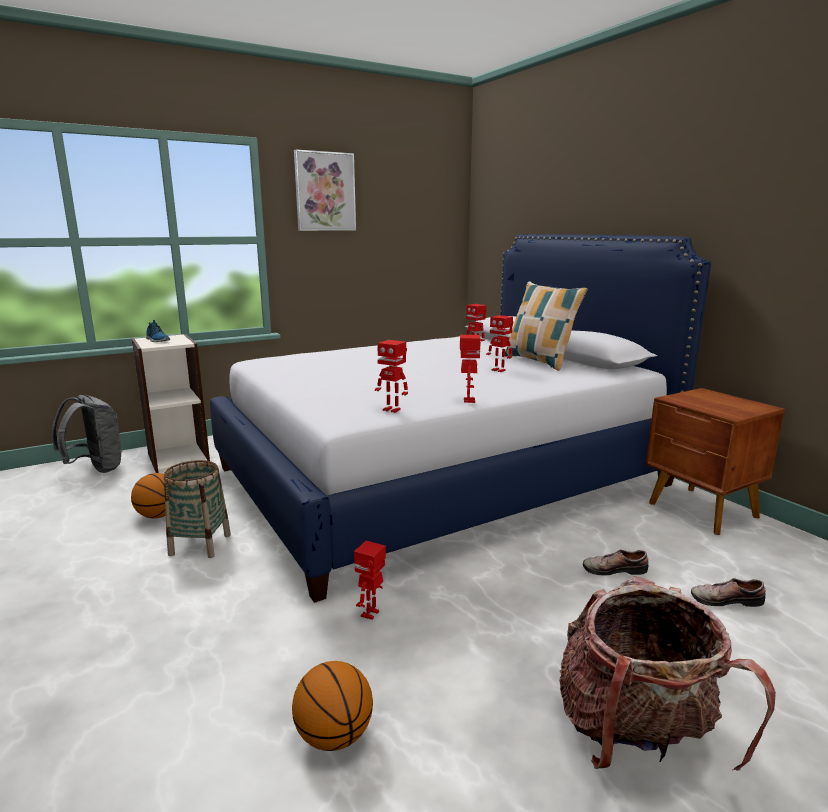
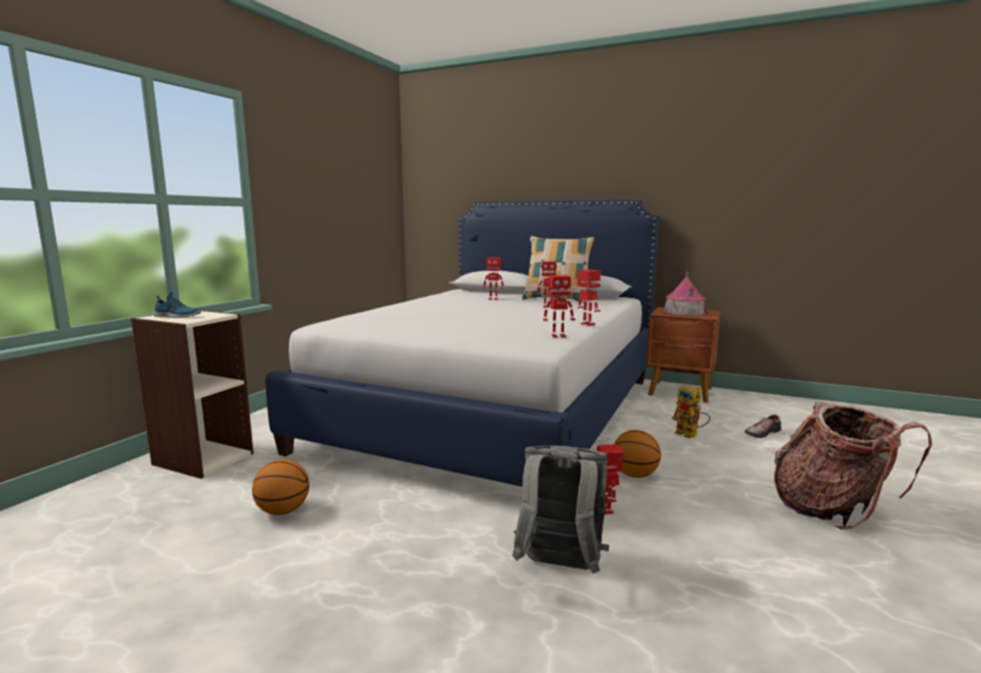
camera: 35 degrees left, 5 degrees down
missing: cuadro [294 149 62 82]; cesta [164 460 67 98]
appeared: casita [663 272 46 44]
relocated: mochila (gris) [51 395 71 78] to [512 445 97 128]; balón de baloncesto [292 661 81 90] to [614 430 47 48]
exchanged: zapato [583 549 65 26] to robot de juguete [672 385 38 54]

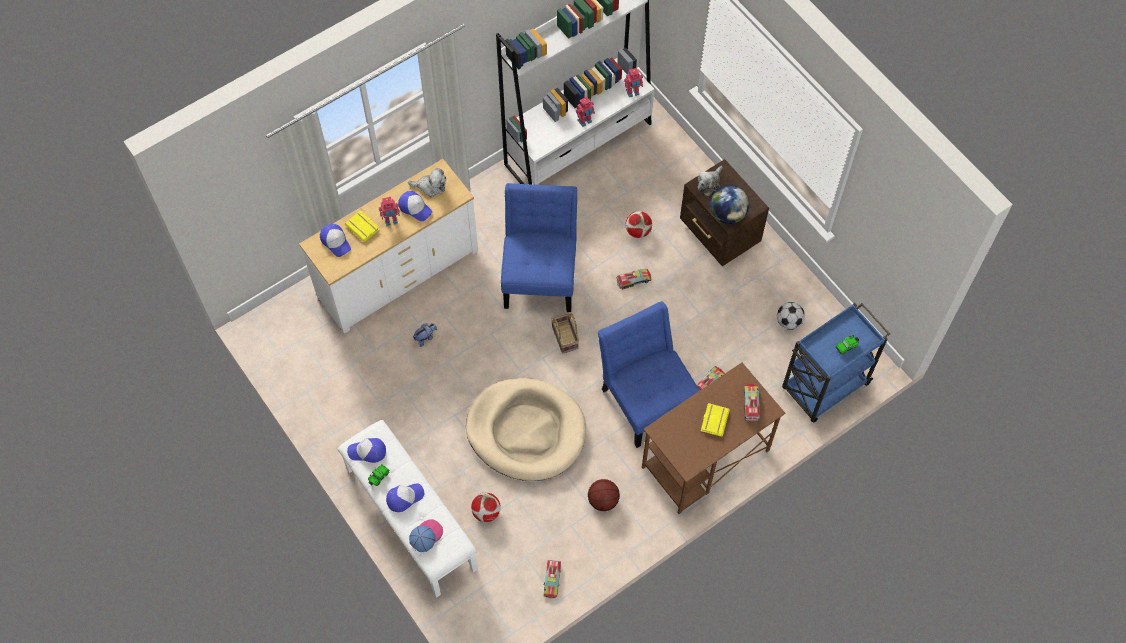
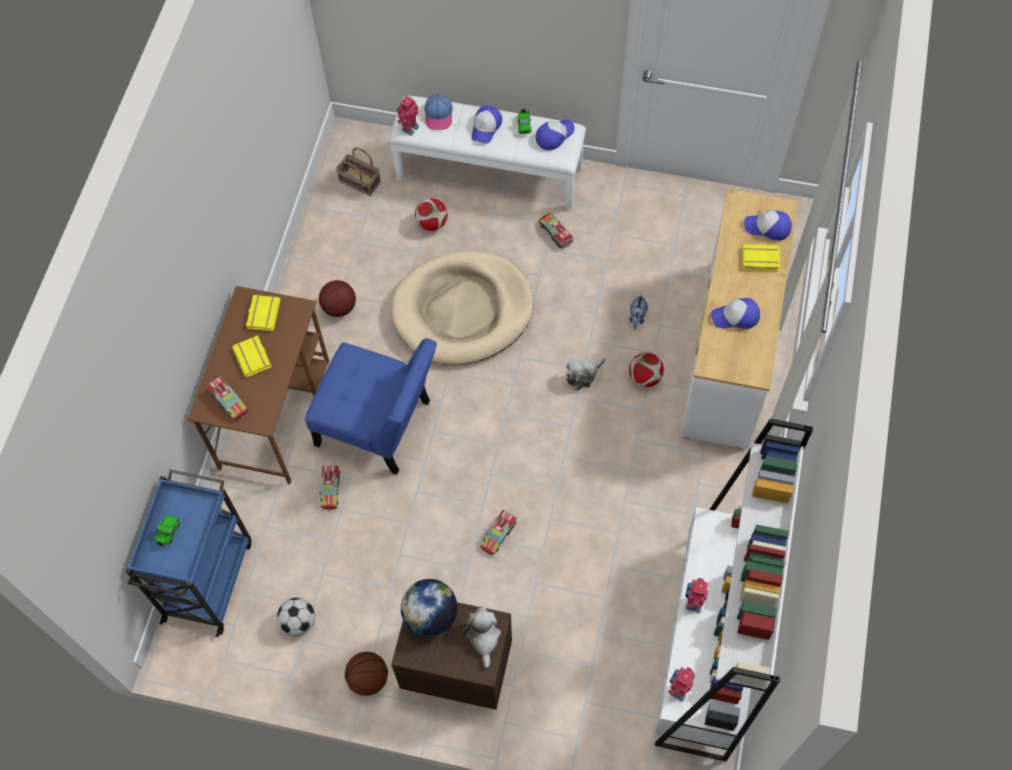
camera: 140 degrees right, 0 degrees up
missing: silla (azul) [501 183 76 129]
appeared: libro (amarillo) [246 295 35 36]; balón de baloncesto [345 652 43 44]
relocated: peluche [408 168 38 29] to [566 358 40 32]; robot de juguete [379 197 21 29] to [397 96 22 40]; balón de fútbol [625 211 27 27] to [629 353 35 34]; cesta [551 313 28 41] to [336 148 45 48]; camión de juguete [543 560 18 38] to [538 213 35 36]

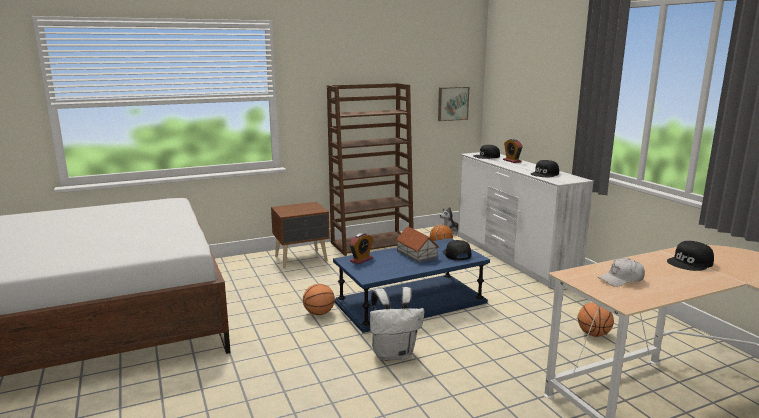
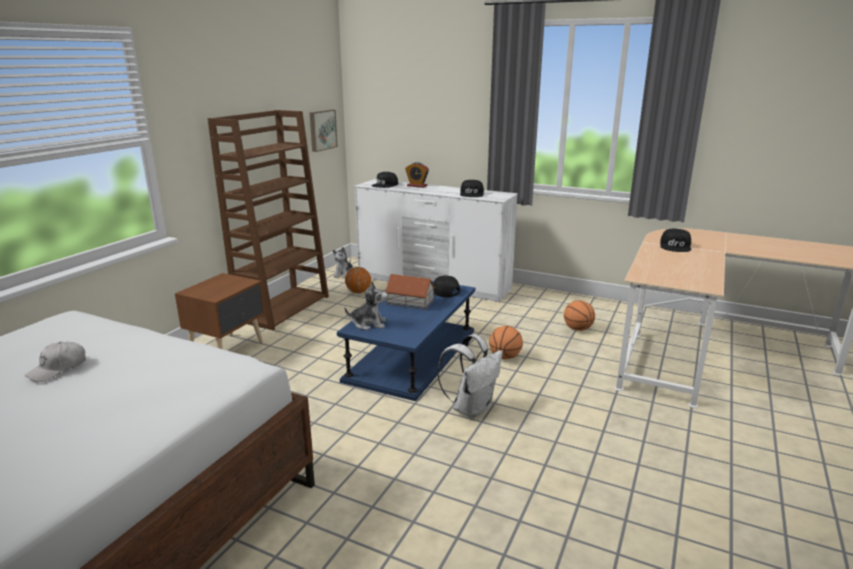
camera: 40 degrees left, 5 degrees up
relocated: gorra (blanco) [598 258 47 29] to [25 342 61 40]; balón de baloncesto [303 284 32 31] to [489 326 34 33]
exchanged: despertador [349 233 24 31] to peluche [345 281 43 49]

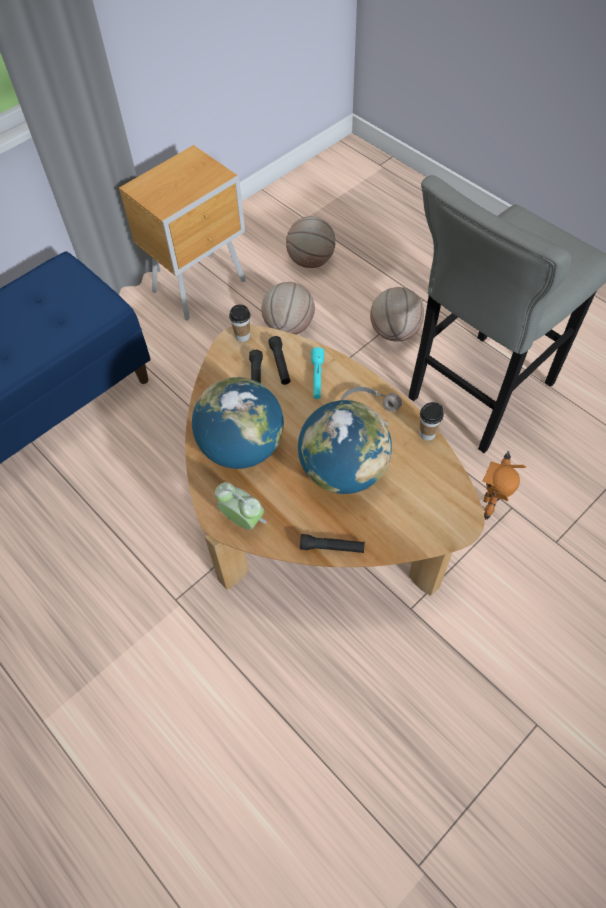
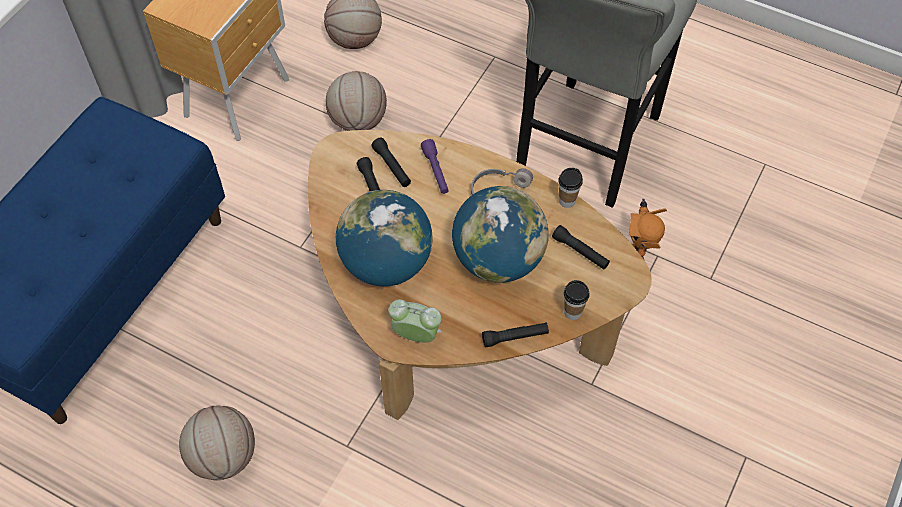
camera: 20 degrees left, 0 degrees up
appeared: linterna (negro) [552 225 58 45]
relocated: balón de baloncesto [370 287 54 55] to [179 405 76 76]; taza [229 304 21 38] to [564 280 25 40]
colour: linterna (turquesa) [311 347 13 52] to linterna (morado) [421 139 28 55]

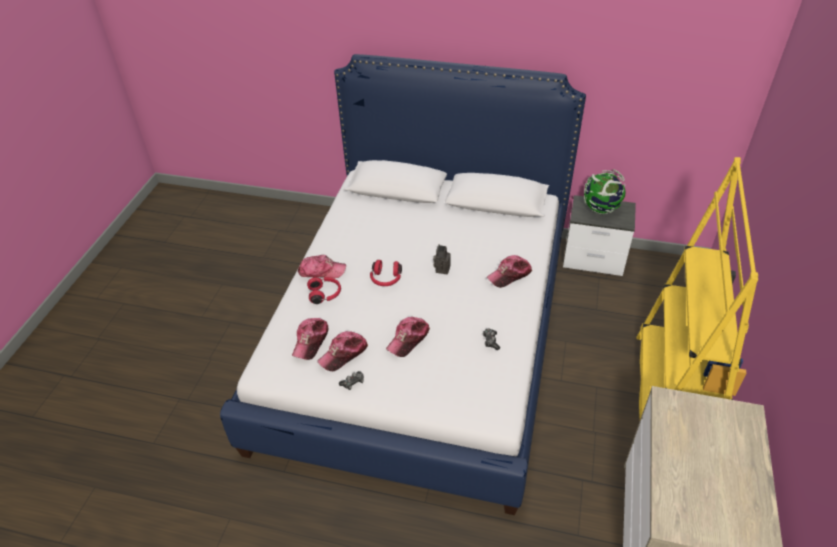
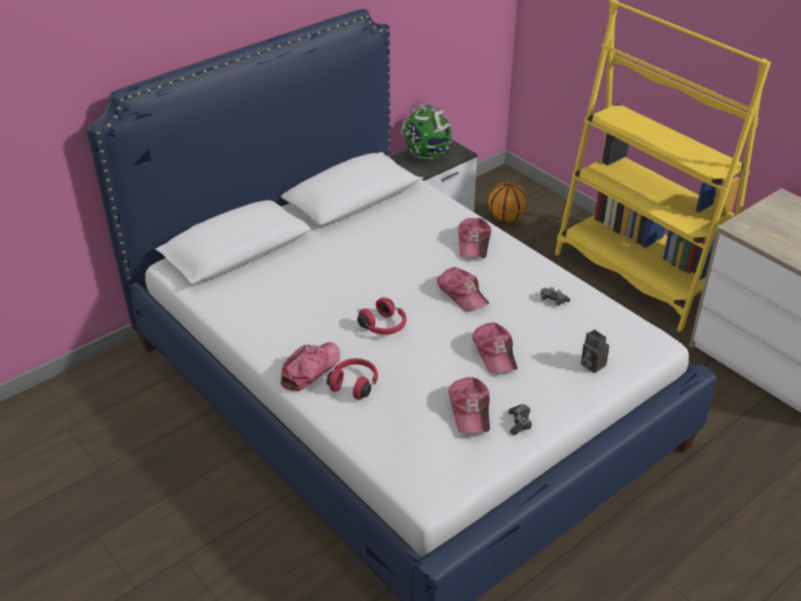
camera: 55 degrees left, 5 degrees down
appeared: balón de baloncesto [488 182 40 40]
relocated: cámara [433 244 18 30] to [581 329 28 44]; gorra [292 318 36 42] to [437 267 53 45]

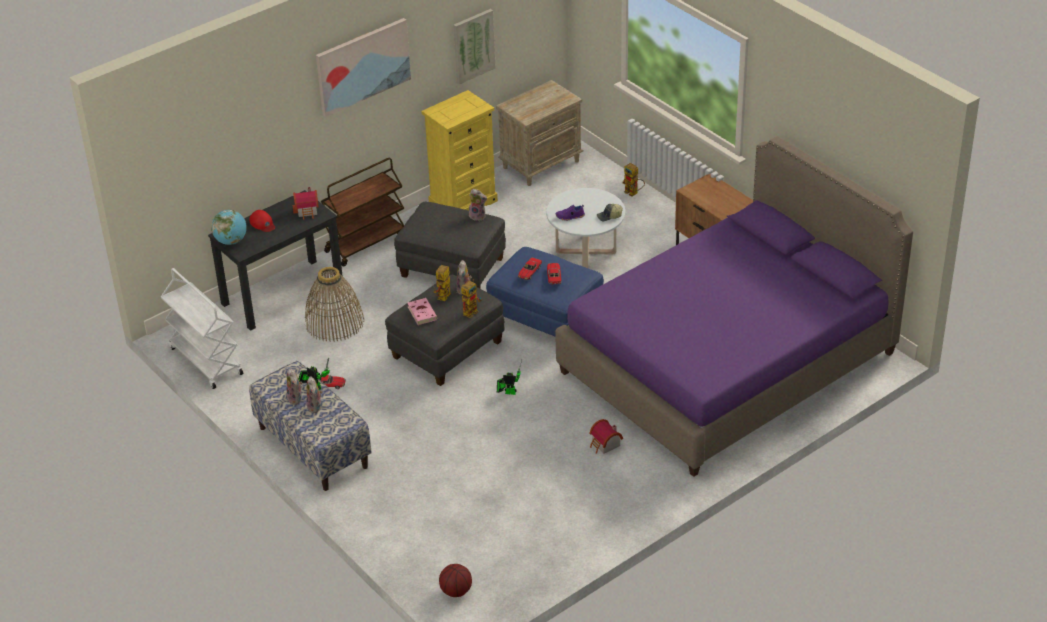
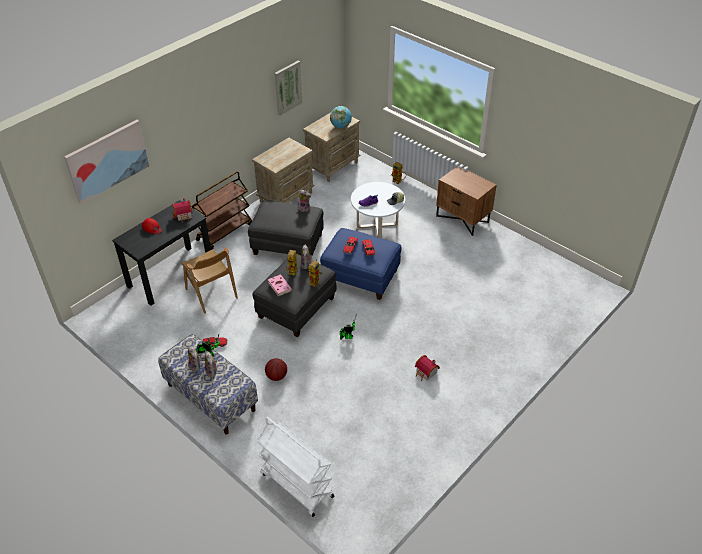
camera: 10 degrees left, 5 degrees up
missing: cama (morado) [555 137 358 340]
relocated: cuadro [316 18 95 99] to [64 120 85 84]; globo terráqueo [211 210 36 35] to [330 106 22 22]; carrito (blanco) [161 268 82 121] to [257 417 77 100]; balón de baloncesto [439 564 33 33] to [265 358 22 23]
exchanged: cómoda (amarillo) [421 90 77 120] to mesita de noche (beis) [252 138 63 65]; cesta [305 267 59 75] to silla (marrón) [182 248 56 66]

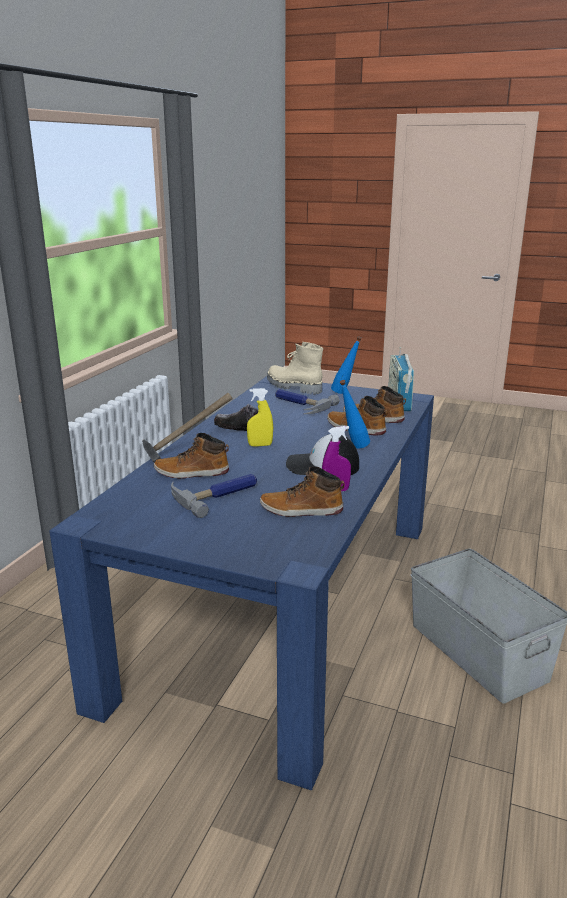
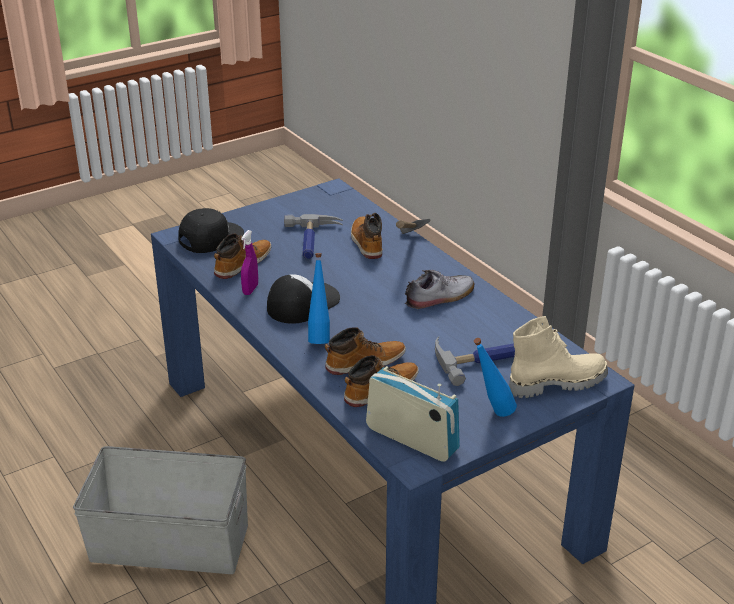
camera: 125 degrees right, 10 degrees up
missing: pulverizador (amarillo) [247 388 26 58]
appeared: gorra (negro) [178 208 66 45]
spun: bota [154 433 75 46] = [351 213 31 46] 45 degrees counterclockwise

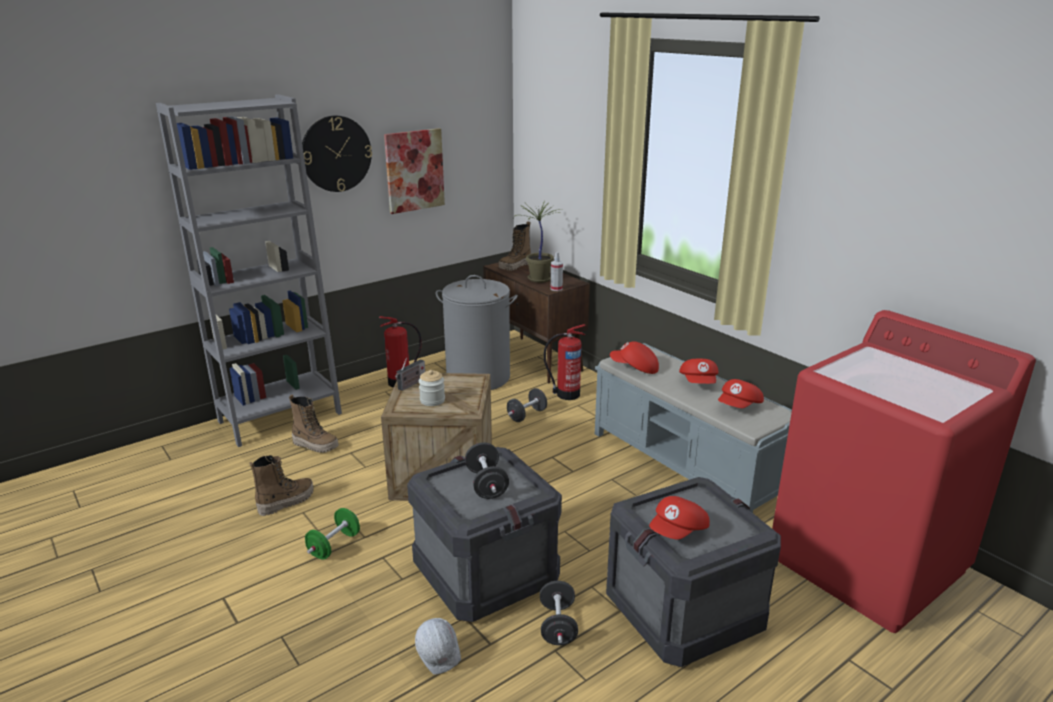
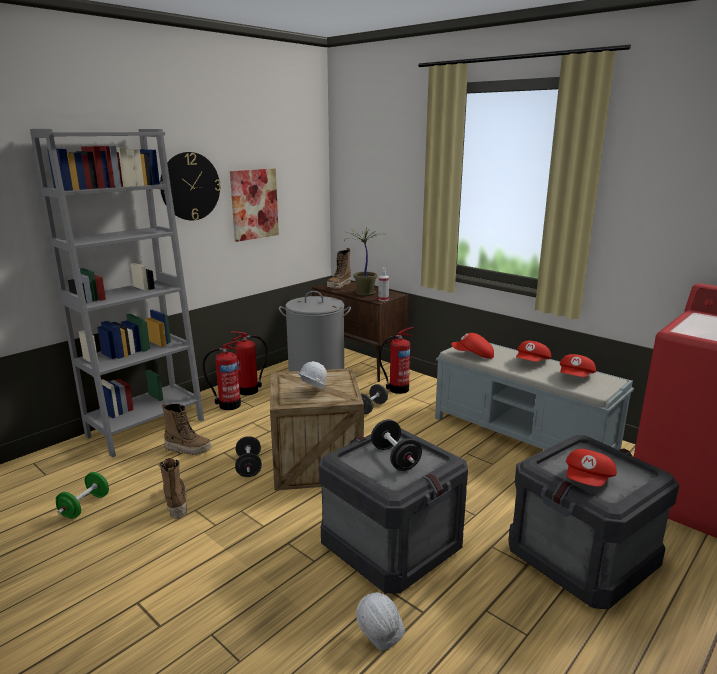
camera: 10 degrees left, 5 degrees down
missing: radio [395 358 30 33]
appeared: extintor [203 340 38 70]
relocated: mancuerna (verde) [305 508 55 52] to [56 472 53 47]; mancuerna (negro) [540 581 38 64] to [235 436 27 41]
exchanged: tarro [419 370 26 36] to casco (blanco) [299 361 28 28]
spun: gorra (rojo) [679 359 40 25] = [516 341 35 21] 45 degrees clockwise; bota [249 455 65 61] = [158 458 29 61] 60 degrees counterclockwise

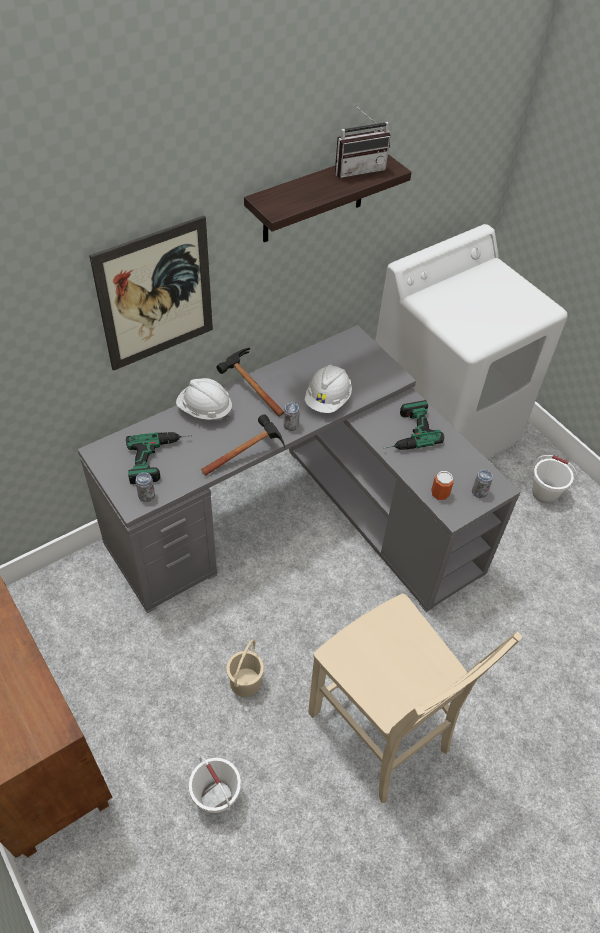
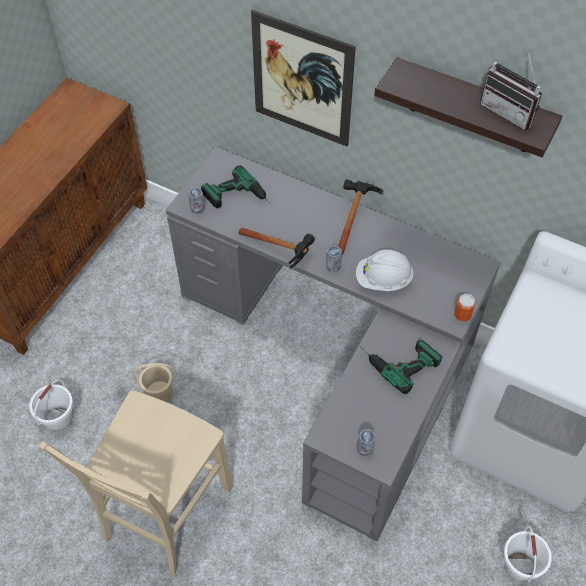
camera: 65 degrees right, 5 degrees up
missing: casco (blanco) [176 378 56 42]
relocated: lata [431 471 23 29] to [454 293 22 29]

